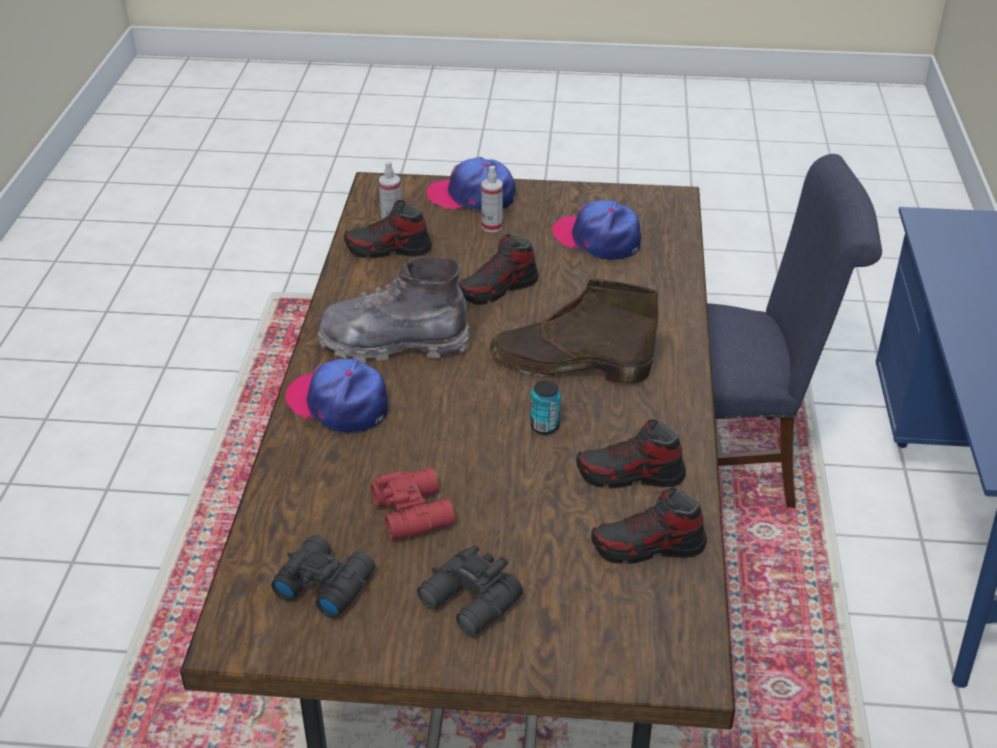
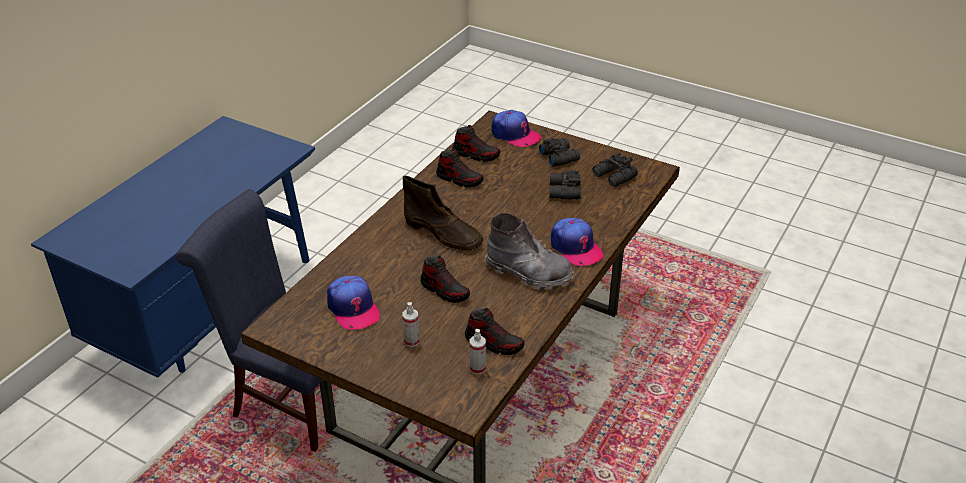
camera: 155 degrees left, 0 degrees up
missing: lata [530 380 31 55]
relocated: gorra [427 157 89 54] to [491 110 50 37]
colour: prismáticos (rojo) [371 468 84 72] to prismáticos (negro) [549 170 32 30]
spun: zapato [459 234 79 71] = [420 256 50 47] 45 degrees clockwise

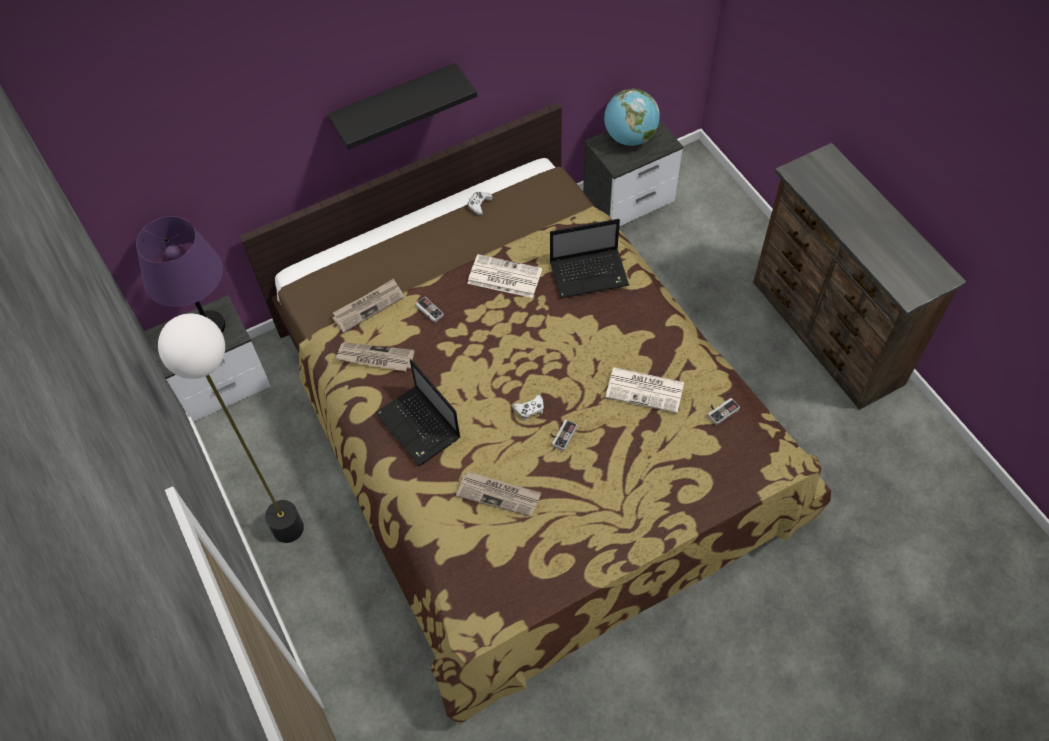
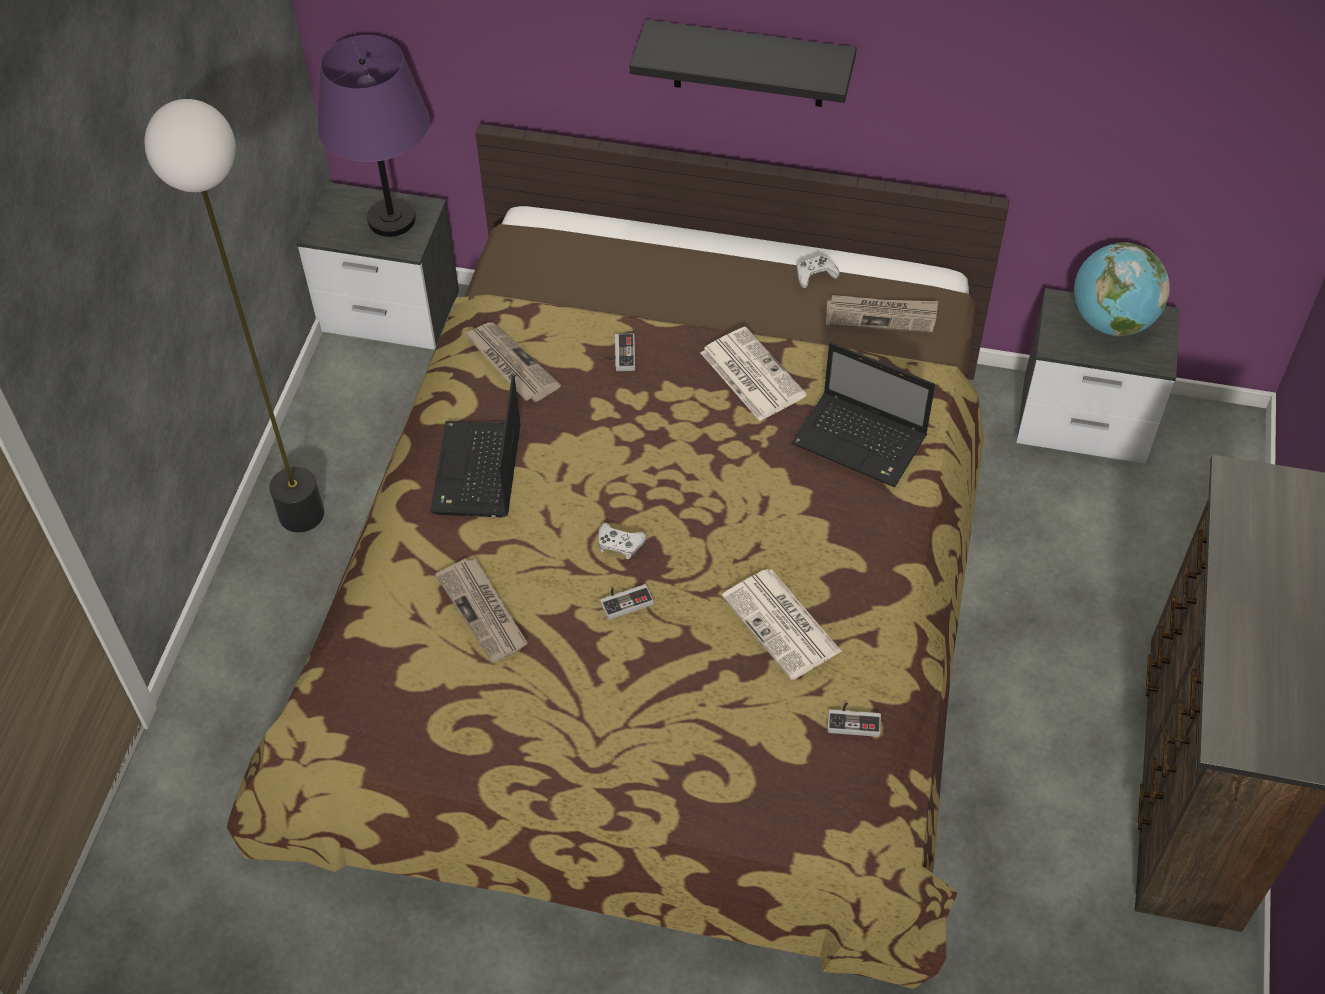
camera: 40 degrees right, 5 degrees down
relocated: periódico [332 279 72 54] to [826 295 112 37]

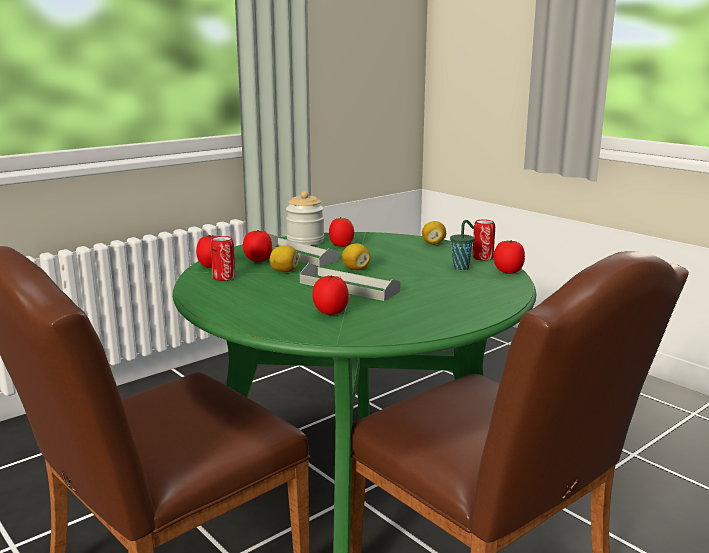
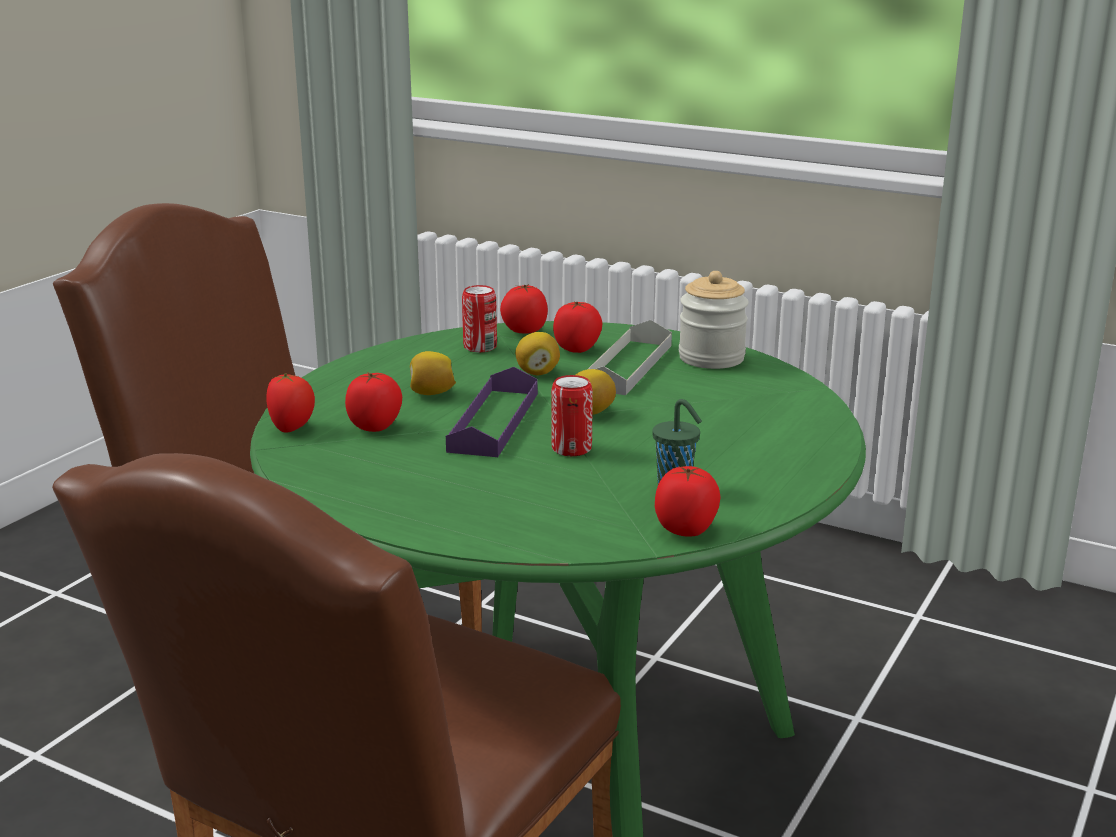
camera: 70 degrees right, 5 degrees up
relocated: tomate [329 217 25 30] to [266 373 49 60]; lata [472 219 23 42] to [551 375 42 81]; limón [422 221 24 24] to [410 351 46 44]
colour: bandeja (gris) [300 263 100 38] to bandeja (morado) [446 367 92 90]

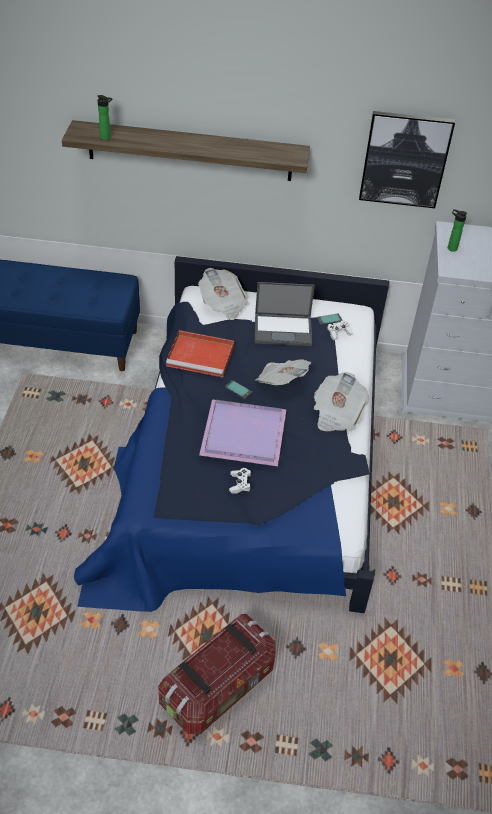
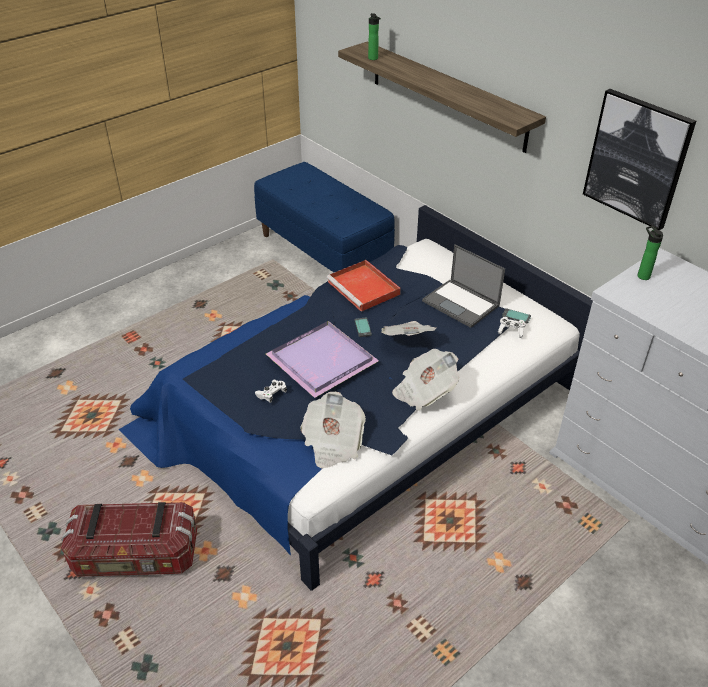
camera: 45 degrees right, 5 degrees down
relocated: periódico [198 268 50 52] to [300 392 66 77]

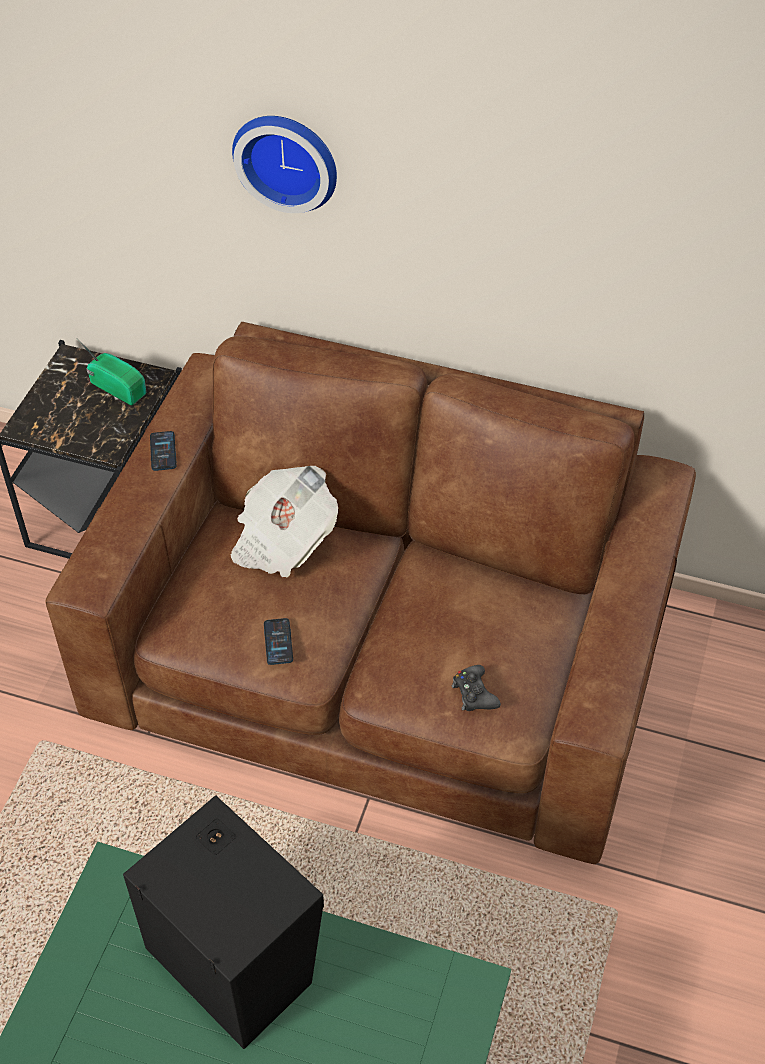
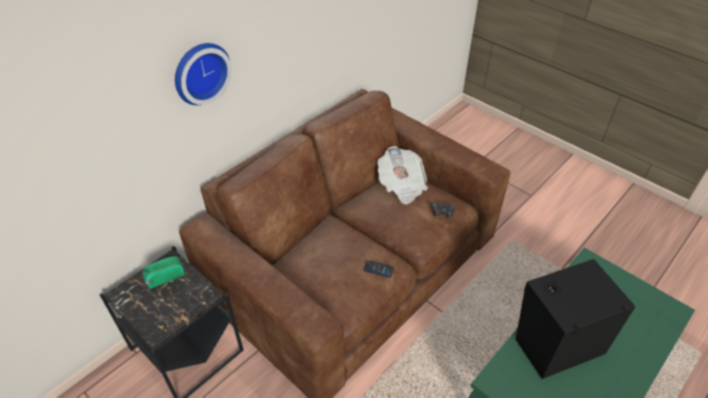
camera: 65 degrees left, 5 degrees down
missing: móvil [150 431 27 40]
relocated: periódico [231 466 107 111] to [377 146 51 59]

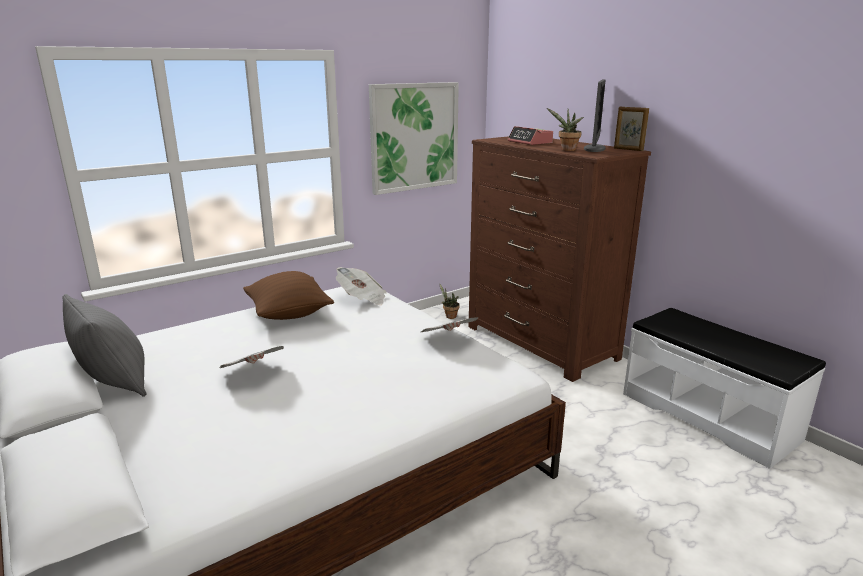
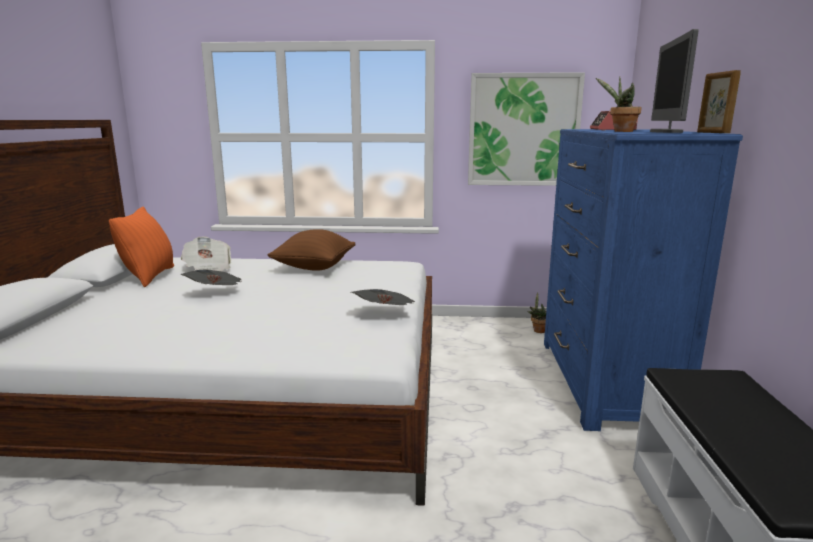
camera: 40 degrees right, 5 degrees down
relocated: periódico [336 267 51 38] to [180 237 51 34]
colour: cómoda (marrón) [468 136 183 246] to cómoda (azul) [544 129 199 302]; cojín (gris) [62 294 85 103] to cojín (naranja) [109 207 65 80]
spun: monitor [584 79 22 73] = [650 29 49 104] 135 degrees clockwise

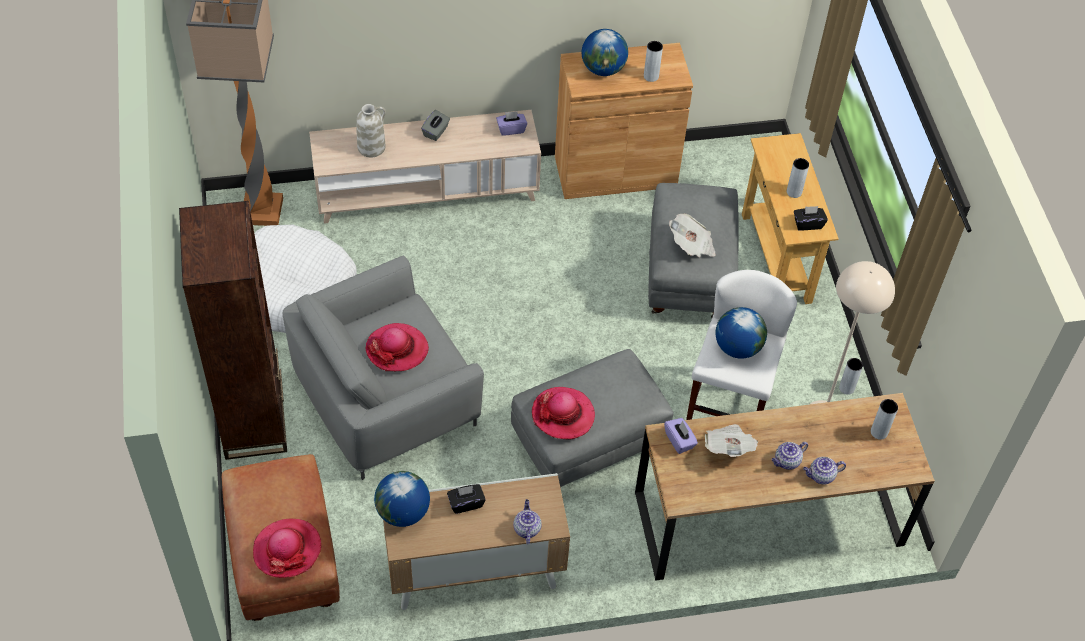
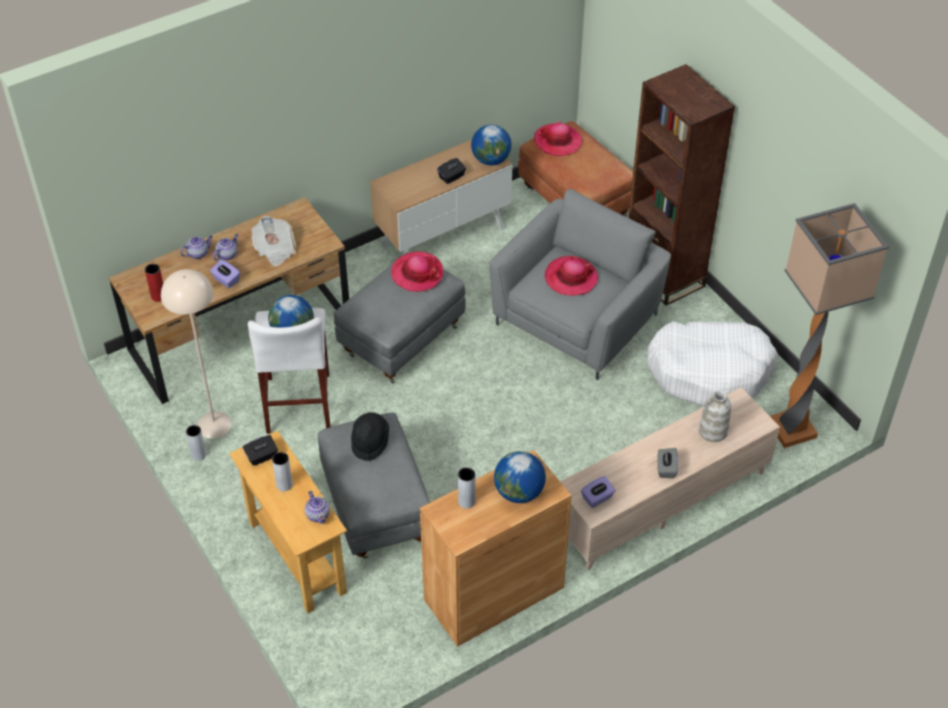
camera: 160 degrees right, 5 degrees down
relocated: caja de pañuelos (morado) [664 418 34 36] to [210 259 30 29]; tetera [513 499 29 45] to [305 491 25 33]
exchanged: periódico [669 214 47 44] to sombrero (negro) [351 412 38 49]
colour: florero (gris) [871 399 27 41] to florero (rojo) [145 264 18 38]

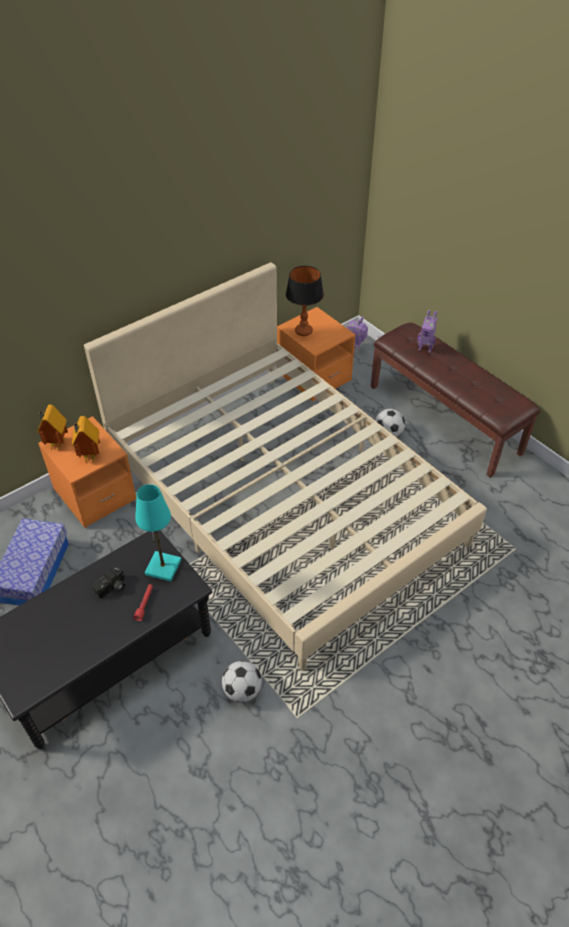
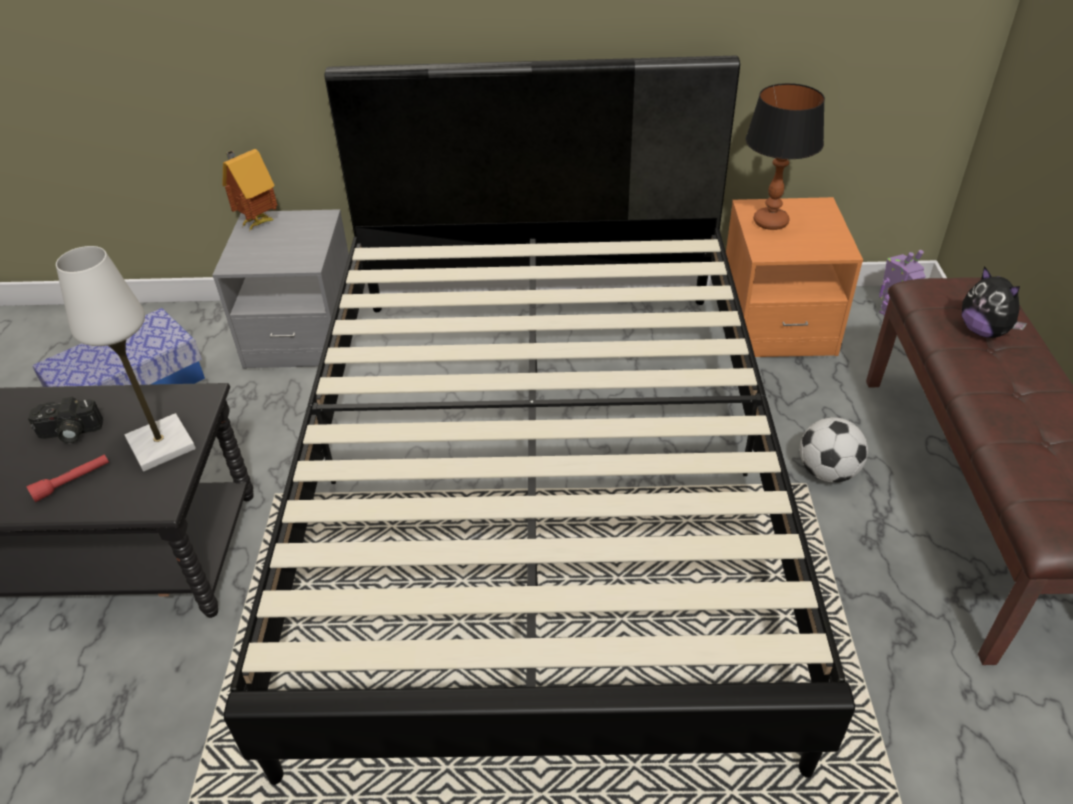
camera: 40 degrees right, 5 degrees down
missing: casita [72 416 28 46]; balón de fútbol [222 661 40 41]
exchanged: robot de juguete [417 310 20 43] to peluche [962 266 65 72]
colour: cama (beis) [84 263 403 407] to cama (negro) [224 55 631 730]; mesita de noche (naranja) [38 416 98 112] to mesita de noche (gris) [212 209 137 160]; lámpara de mesa (turquesa) [135 484 46 98] to lámpara de mesa (blanco) [56 246 140 225]

